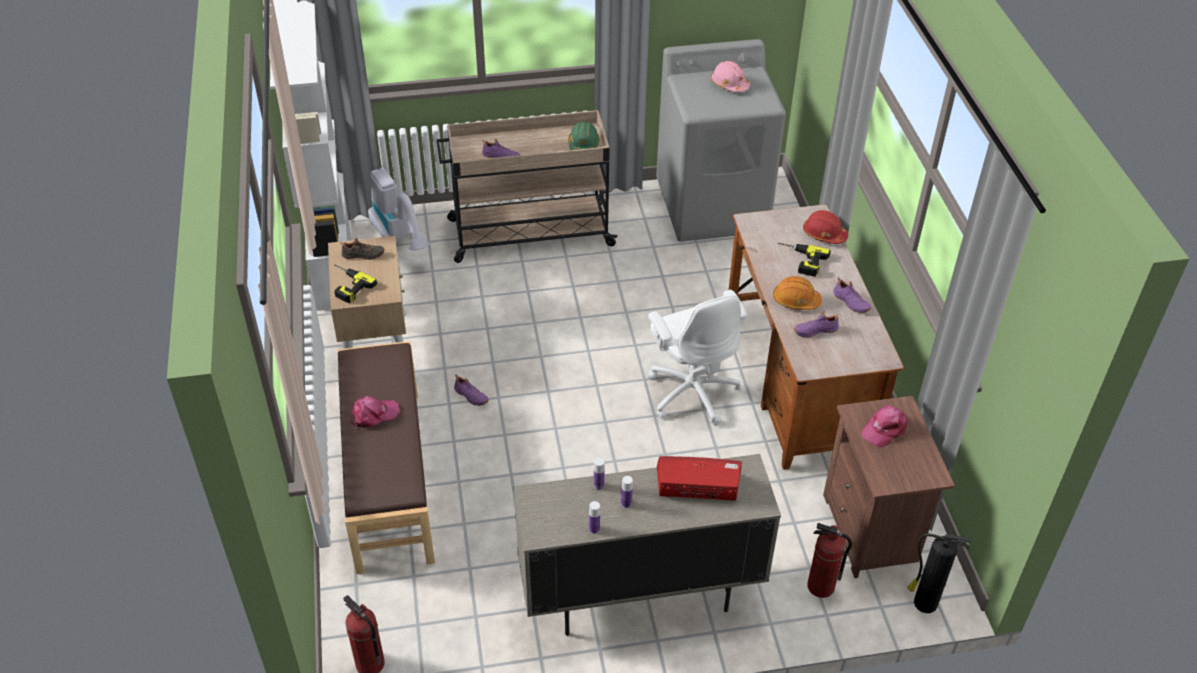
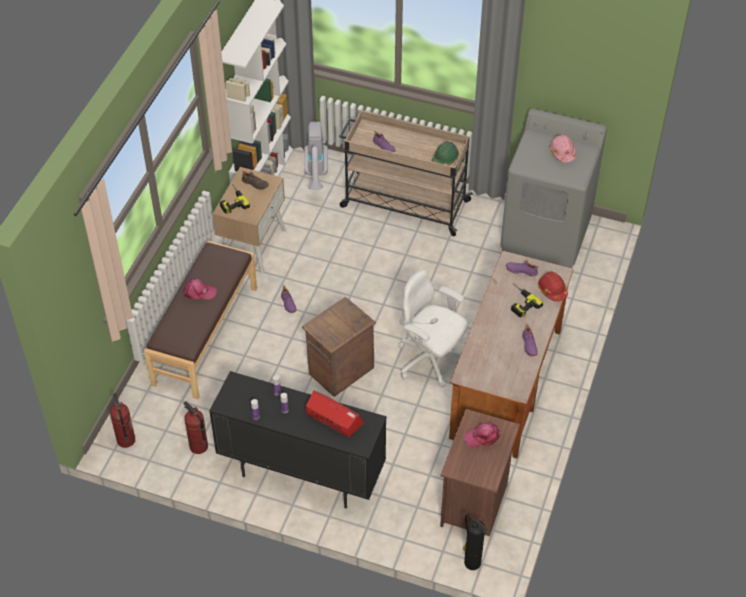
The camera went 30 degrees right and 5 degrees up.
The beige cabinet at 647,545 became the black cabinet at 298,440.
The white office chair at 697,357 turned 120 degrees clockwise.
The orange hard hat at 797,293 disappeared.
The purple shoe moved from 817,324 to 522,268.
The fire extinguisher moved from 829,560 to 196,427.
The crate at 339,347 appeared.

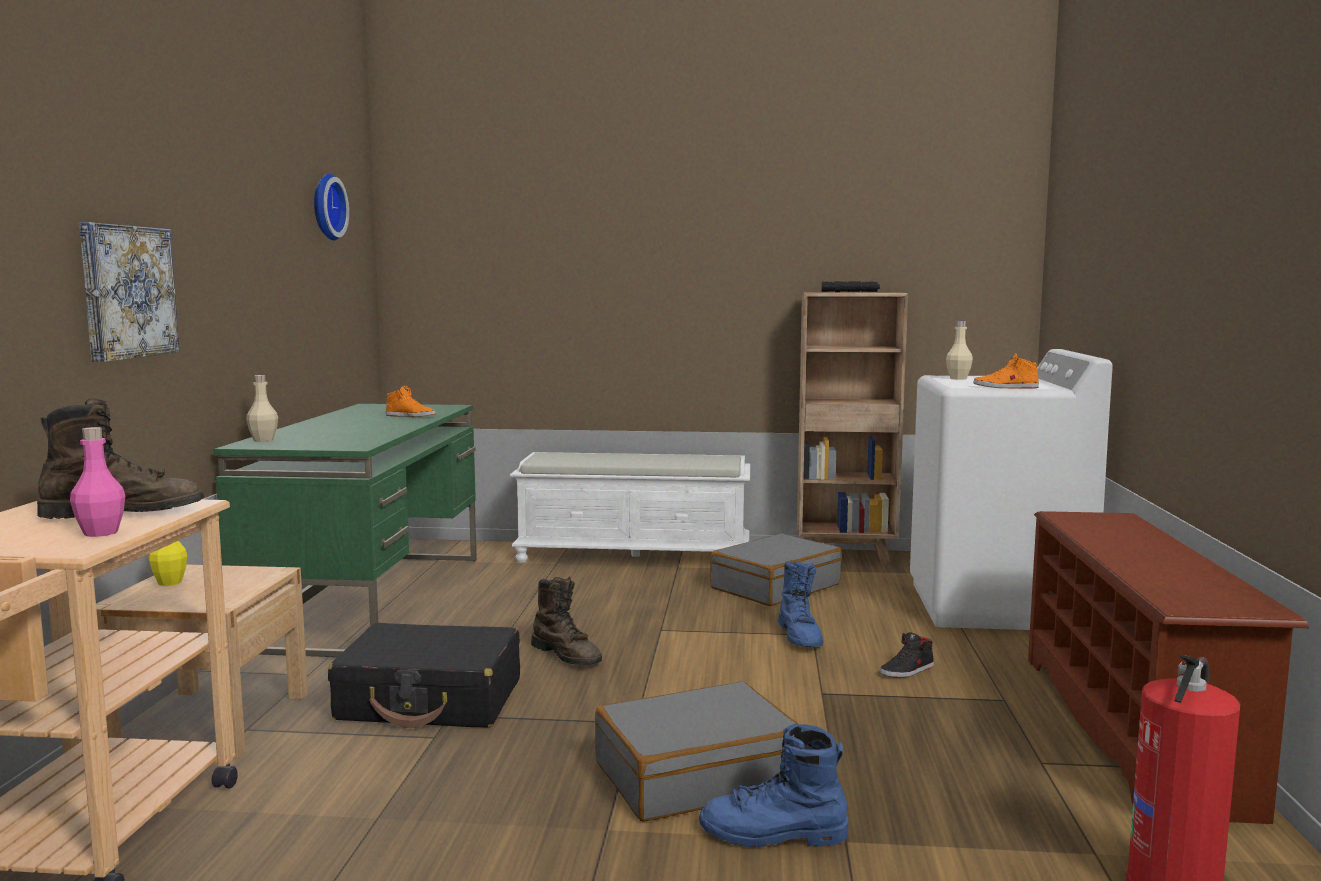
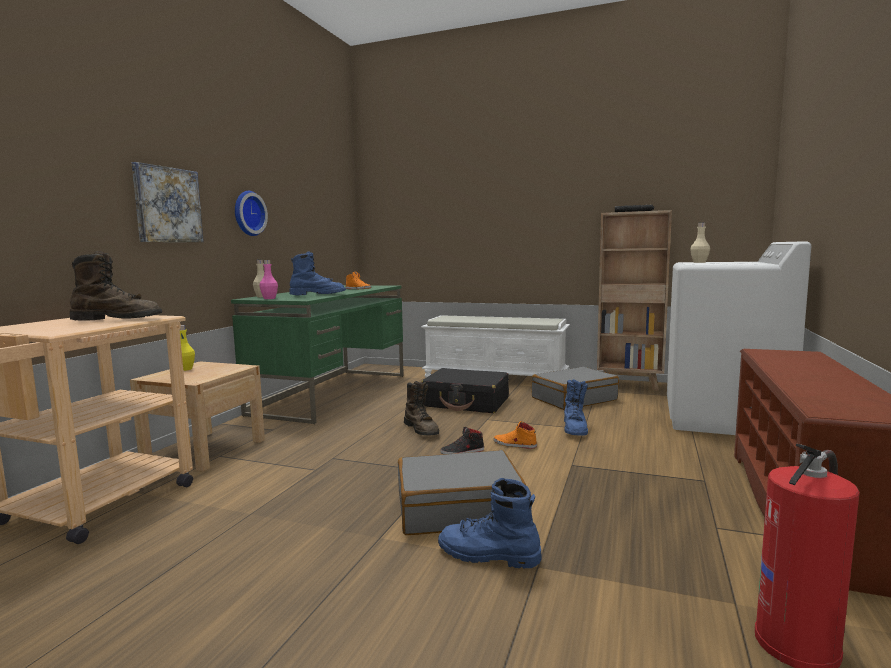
The camera went 15 degrees right and 0 degrees up.
The pink bottle moved from 97,482 to 269,279.
The wall clock moved from 331,207 to 251,213.
The black suitcase moved from 424,675 to 465,390.
The black shoe moved from 907,655 to 462,440.
The orange shoe moved from 1006,370 to 515,435.
The blue boot at 317,273 appeared.

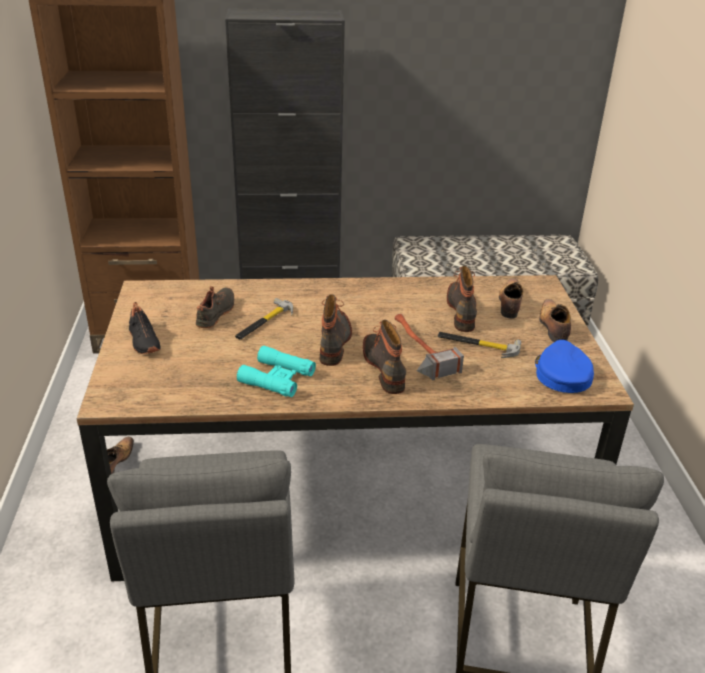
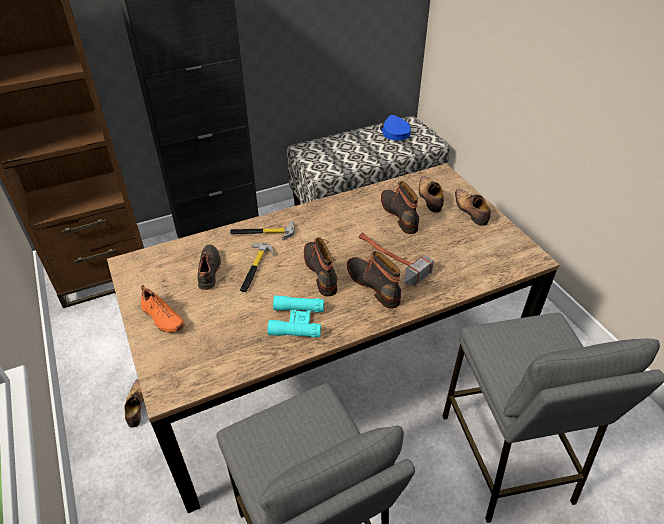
The camera went 20 degrees left and 10 degrees up.
The black shoe at 145,328 became the orange shoe at 163,309.
The hammer moved from 479,345 to 262,230.
The blue cap moved from 564,366 to 395,128.

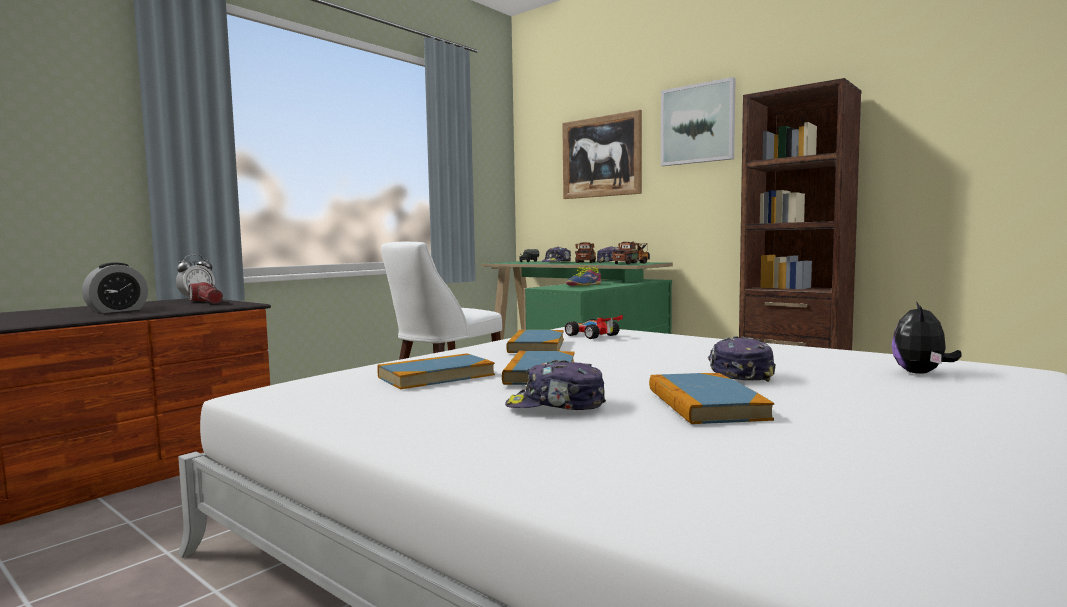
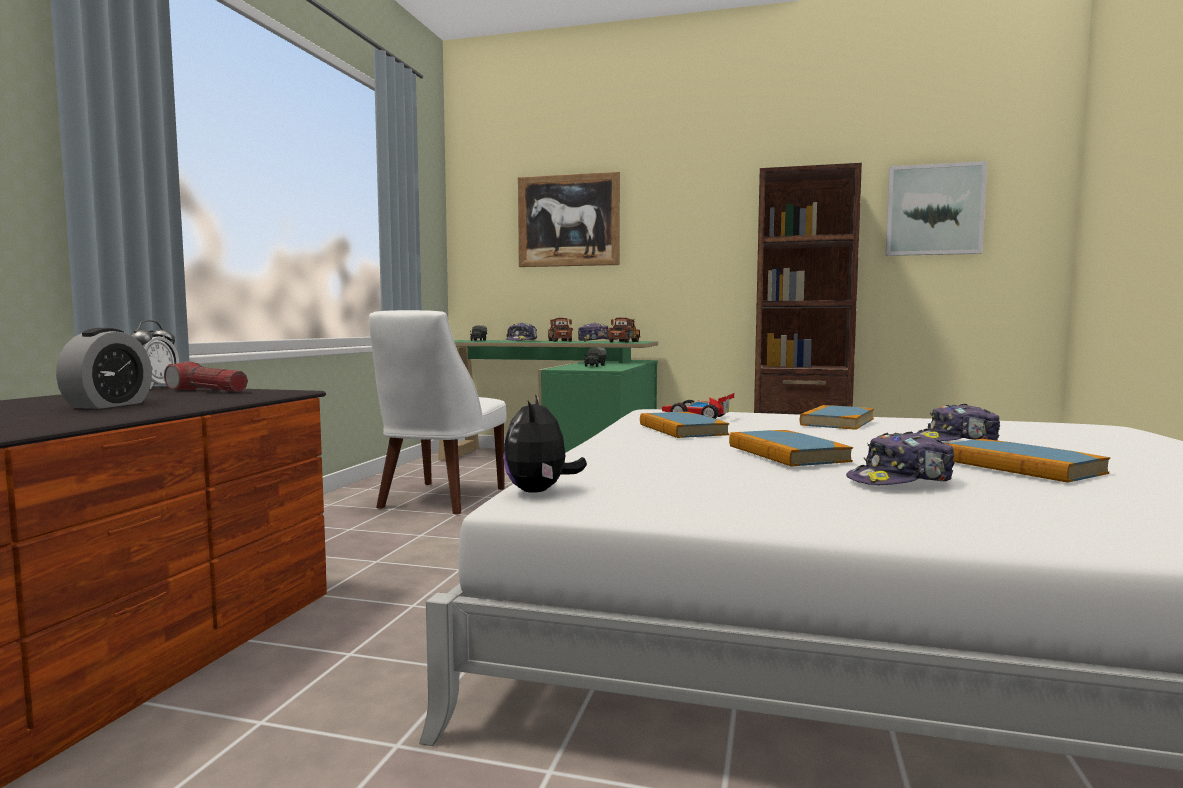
The camera went 25 degrees left and 0 degrees up.
The book moved from 436,371 to 837,417.
The shoe at 583,276 was replaced by the toy truck at 595,357.
The picture moved from 698,121 to 936,208.
The cap at 742,359 turned 75 degrees counterclockwise.
The plush toy moved from 927,337 to 545,444.

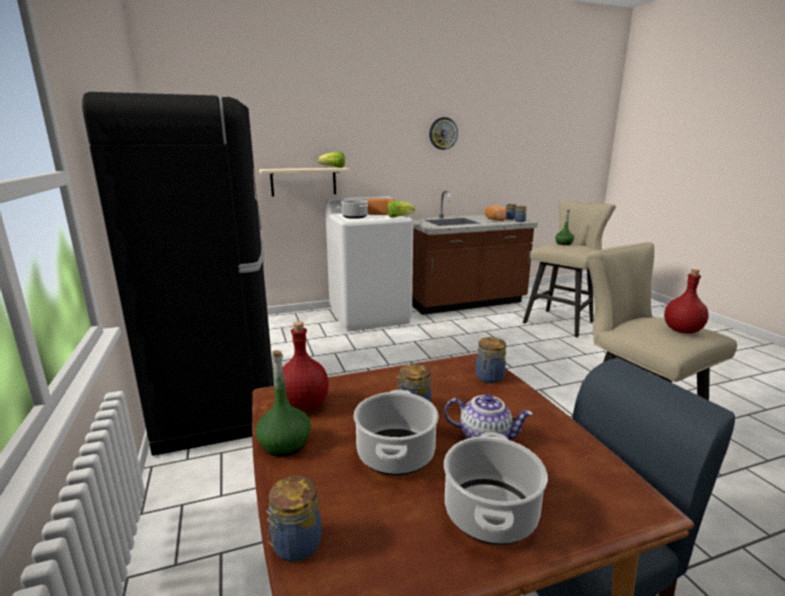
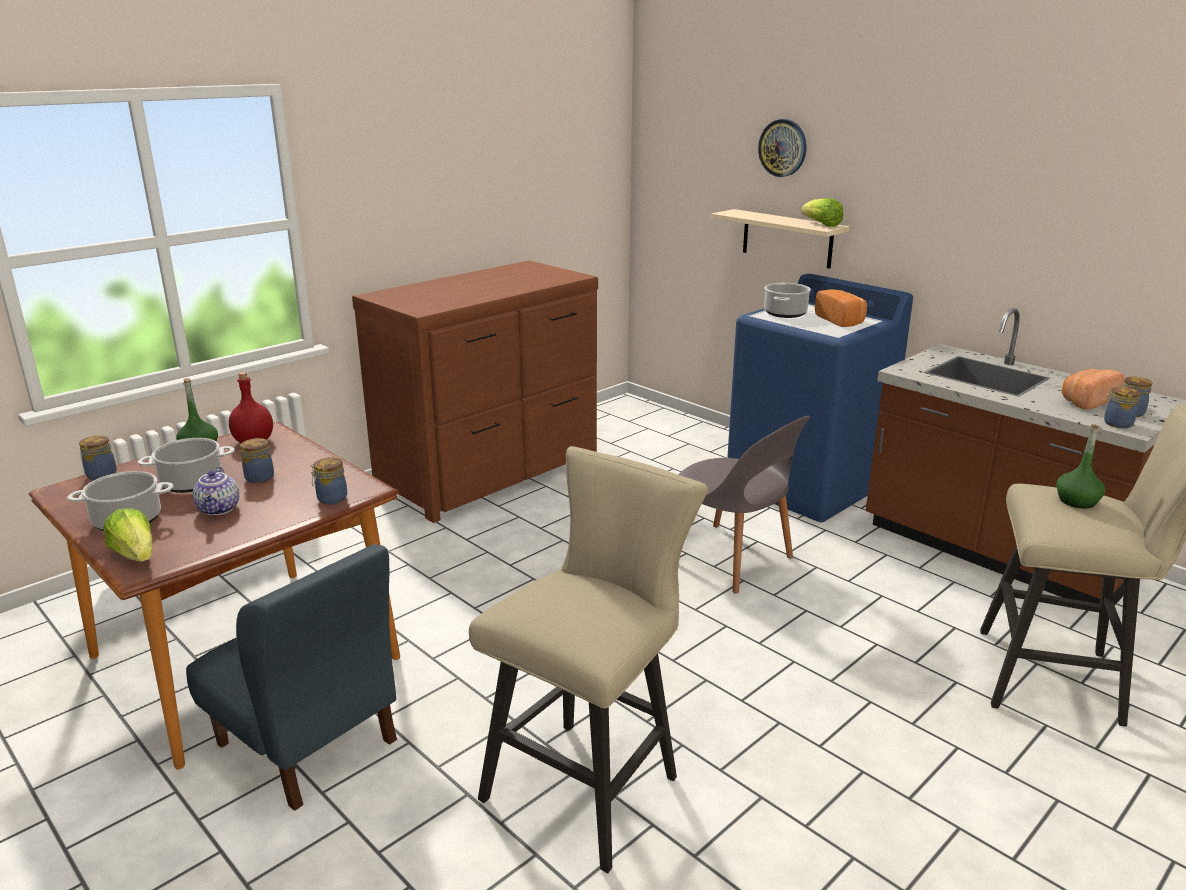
The camera went 65 degrees right and 5 degrees up.
The black fridge at 178,274 was replaced by the brown dresser at 475,392.
The white washing machine at 369,264 became the blue washing machine at 820,397.
The lettuce moved from 401,209 to 127,535.
The wall clock moved from 443,133 to 782,148.
The red bottle at 686,301 disappeared.
The grey chair at 744,504 appeared.

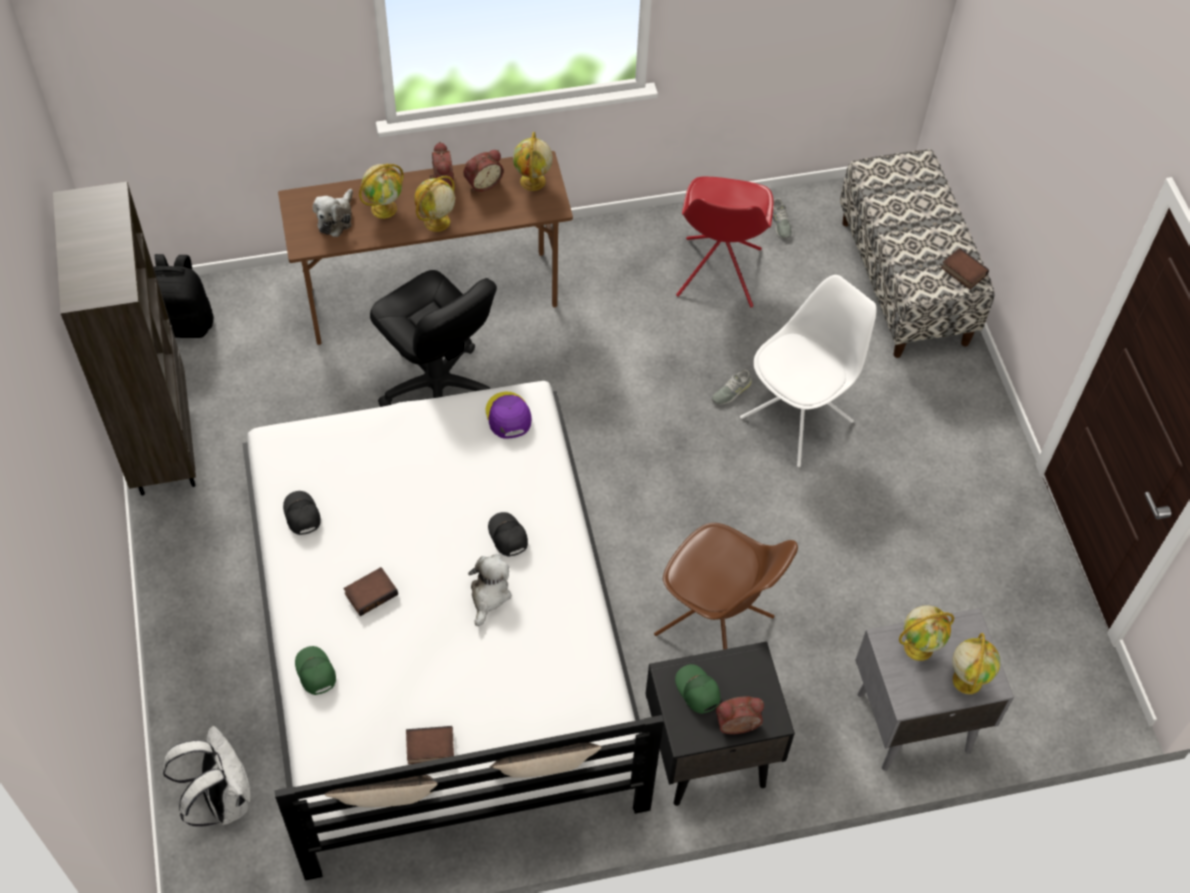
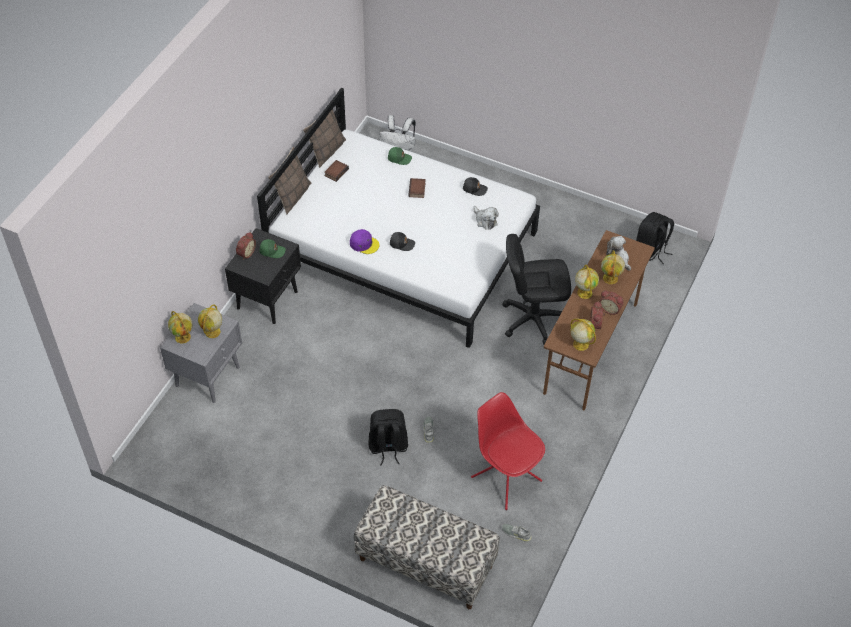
The camera went 130 degrees right and 5 degrees down.
The brown bookcase at 124,339 disappeared.
The plush toy moved from 489,590 to 486,218.
The purple cap moved from 508,415 to 365,241.
The brown chair at 726,586 disappeared.
The white chair at 808,371 was replaced by the black backpack at 388,437.
The book at 965,268 disappeared.

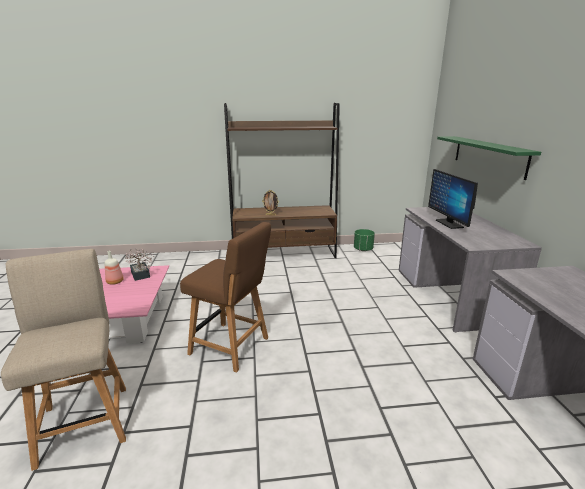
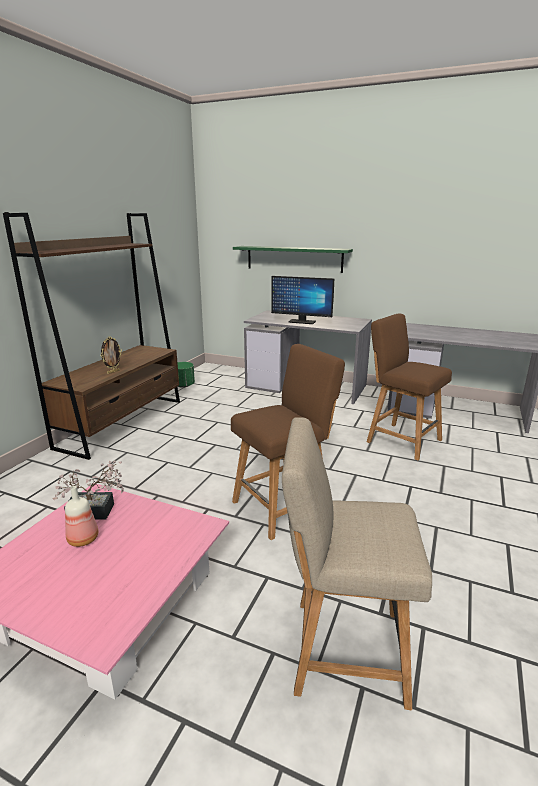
The camera went 60 degrees left and 0 degrees up.
The brown chair at 409,387 appeared.

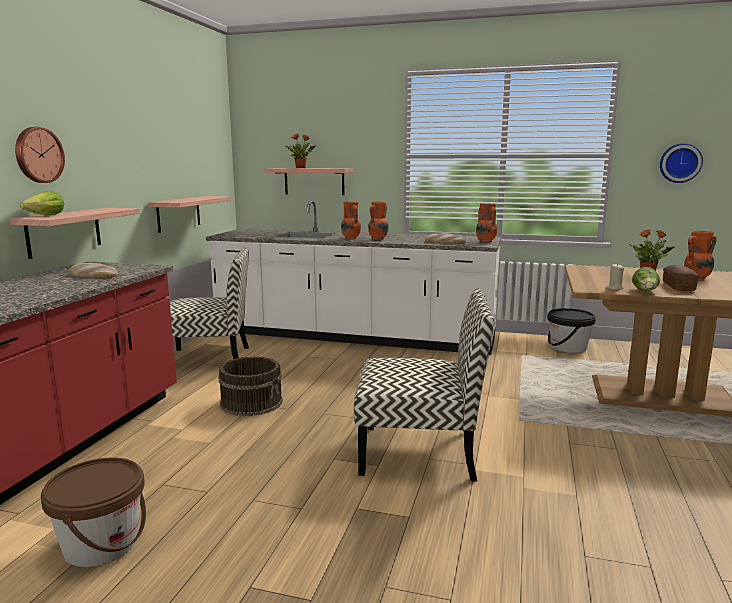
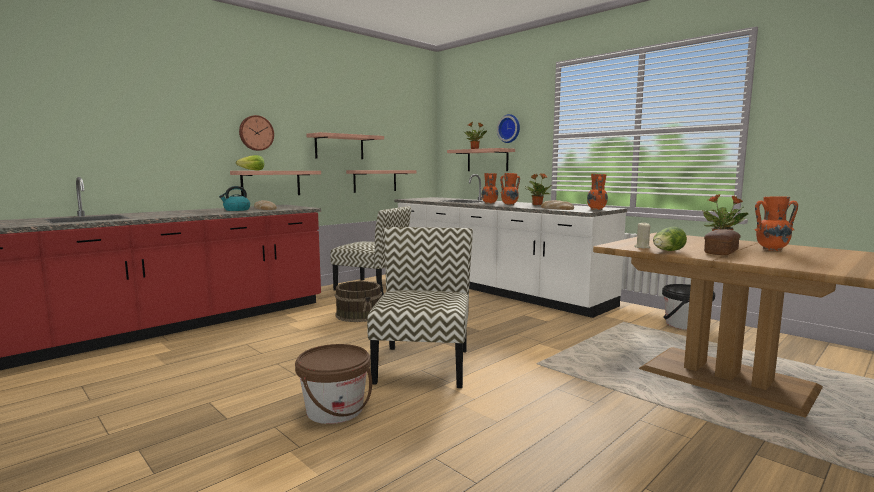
The camera went 30 degrees right and 5 degrees down.
The brown bucket moved from 93,512 to 333,384.
The chair at 424,385 turned 120 degrees counterclockwise.
The wall clock moved from 681,163 to 508,128.
The kettle at 234,198 appeared.
The shelf at 345,145 appeared.
The potted plant at 538,189 appeared.

